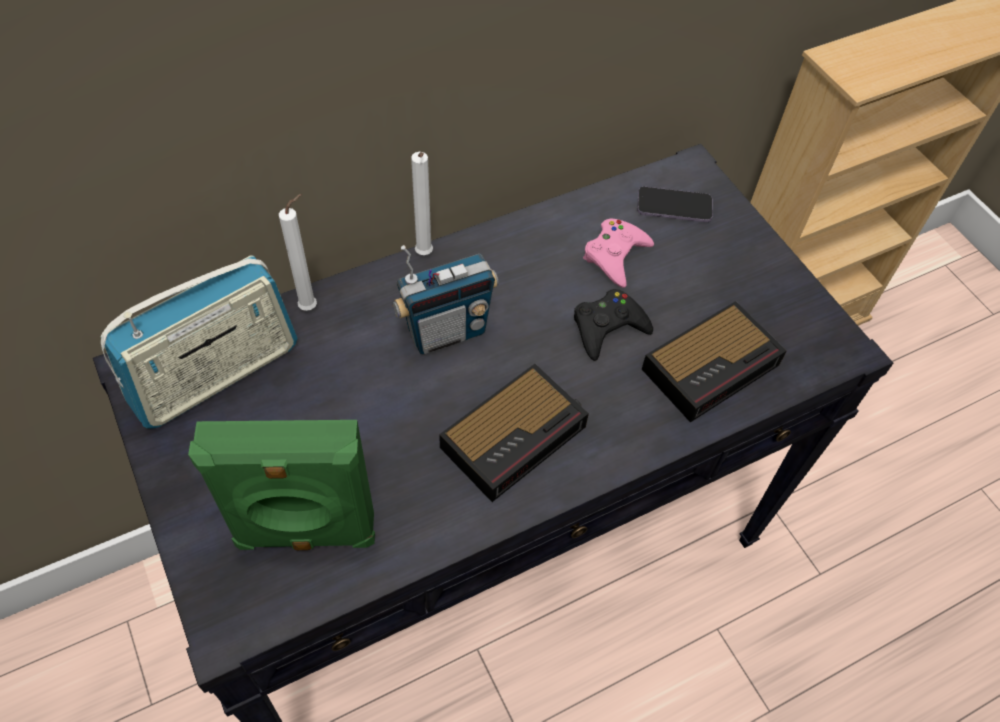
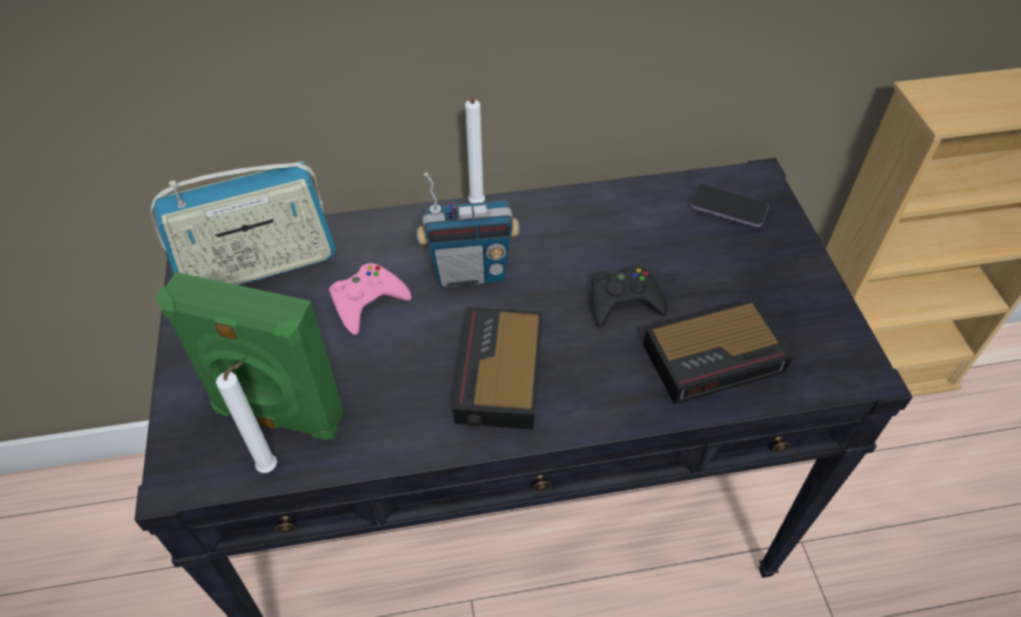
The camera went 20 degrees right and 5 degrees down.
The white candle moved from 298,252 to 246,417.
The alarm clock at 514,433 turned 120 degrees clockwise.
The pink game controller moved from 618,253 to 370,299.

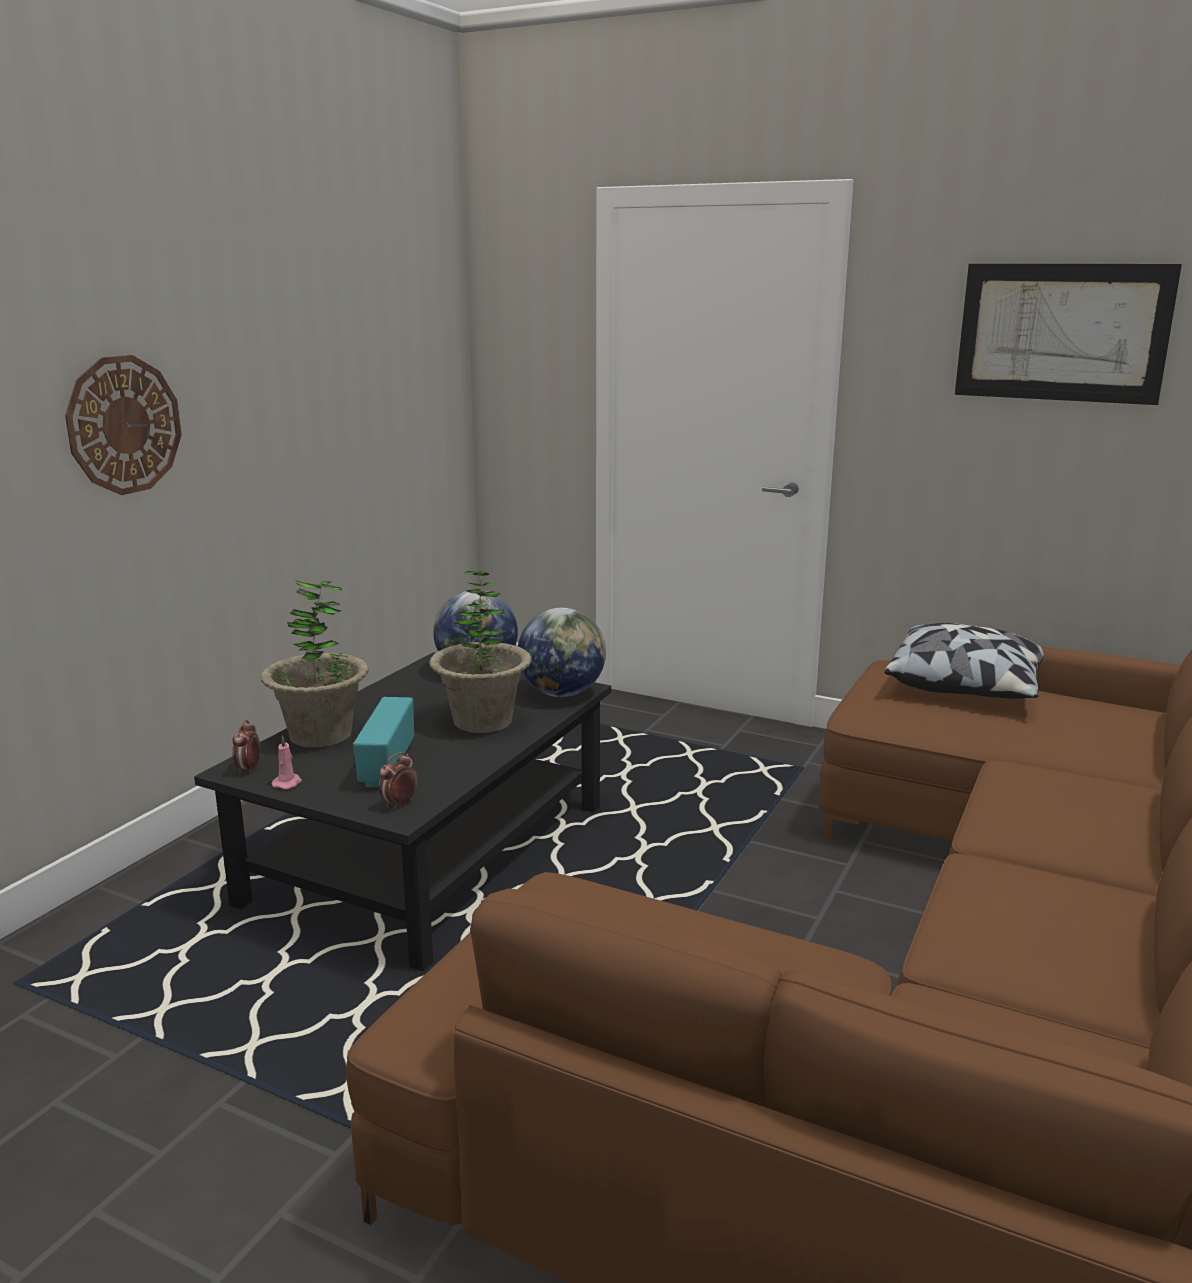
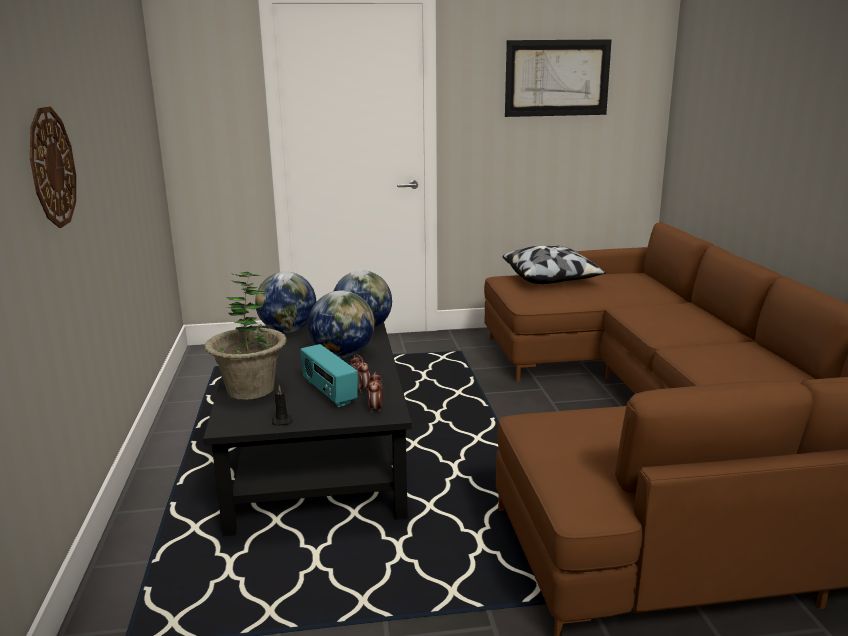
The camera went 35 degrees left and 0 degrees up.
The alarm clock moved from 246,747 to 360,373.
The pink candle at 287,762 became the black candle at 282,405.
The potted plant at 480,652 was replaced by the globe at 341,324.

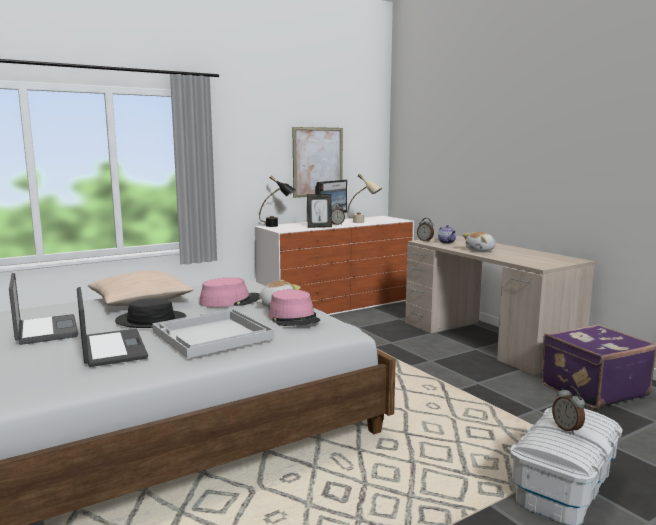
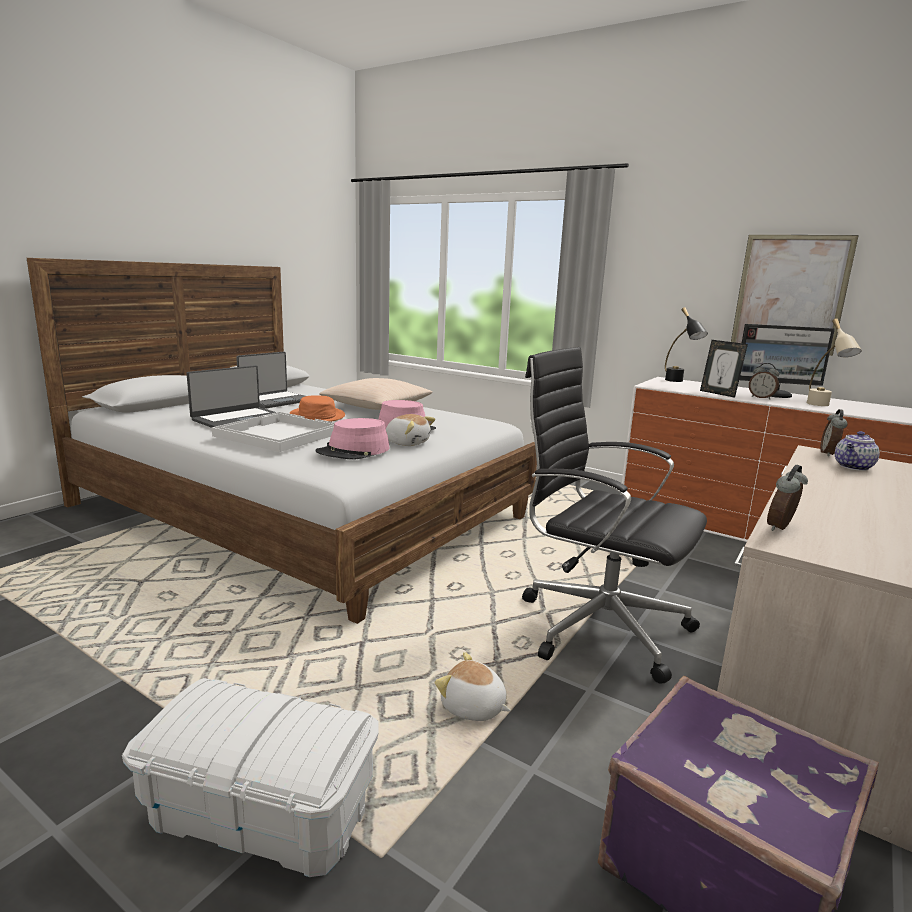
The camera went 65 degrees right and 5 degrees up.
The black hat at 150,313 became the orange hat at 317,408.
The plush toy moved from 479,242 to 473,686.
The alarm clock moved from 568,410 to 787,498.
The black office chair at 614,515 appeared.

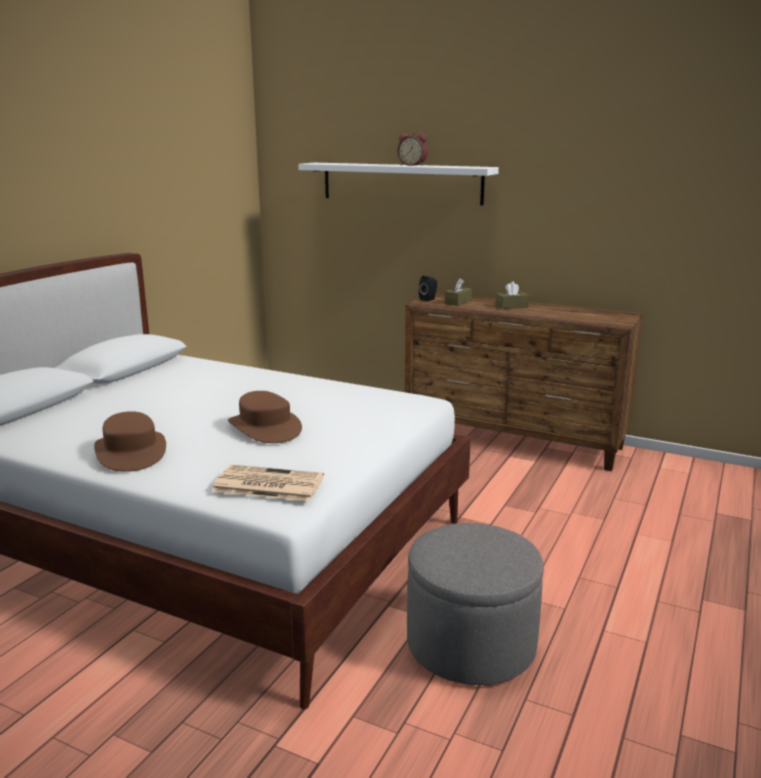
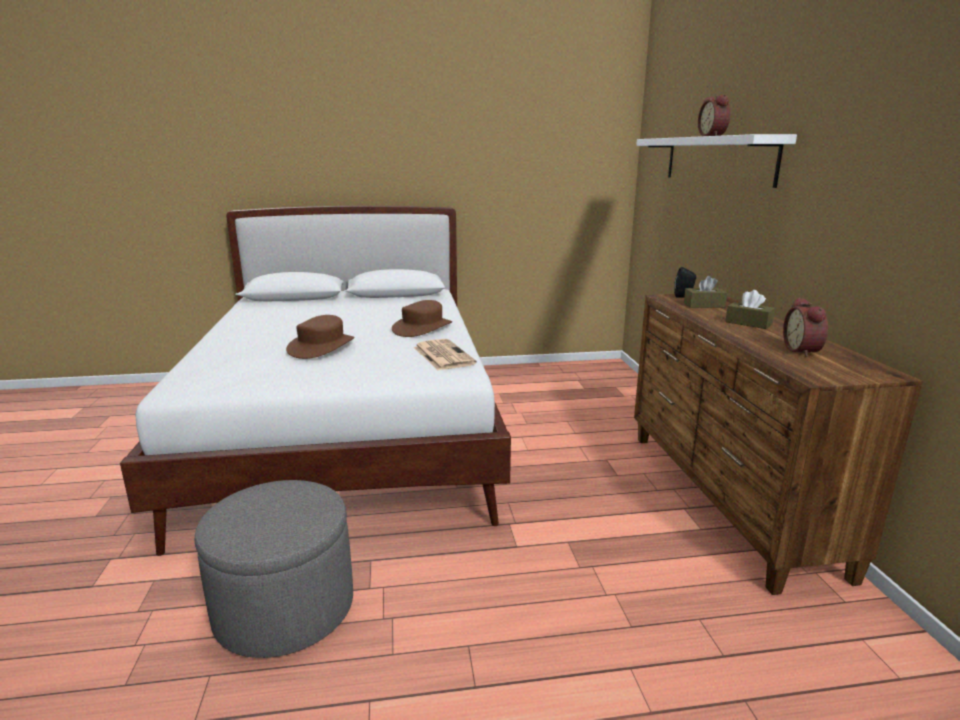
The camera went 55 degrees right and 0 degrees up.
The brown hat moved from 130,441 to 422,318.
The newspaper moved from 267,483 to 445,354.
The alarm clock at 805,327 appeared.

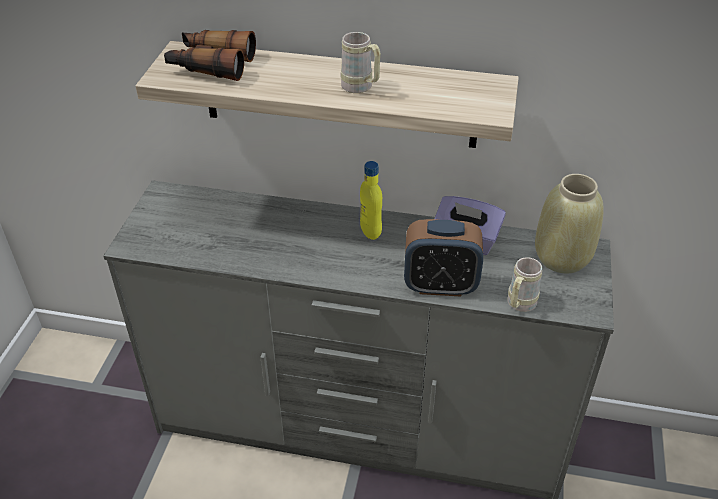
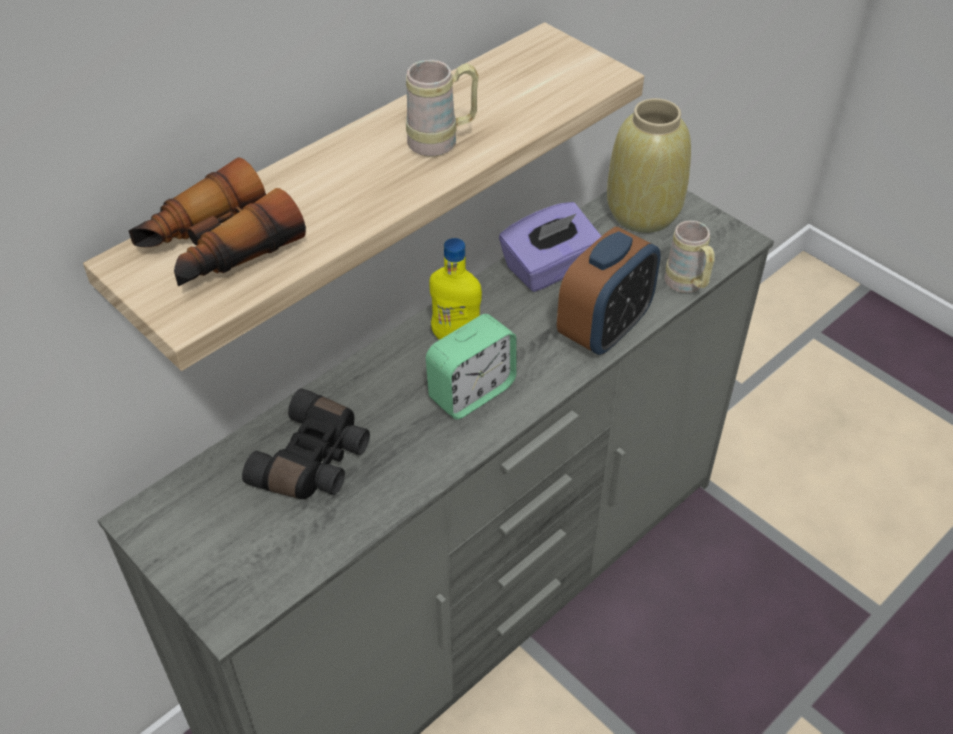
The camera went 55 degrees left and 5 degrees up.
The black binoculars at 306,443 appeared.
The alarm clock at 471,366 appeared.

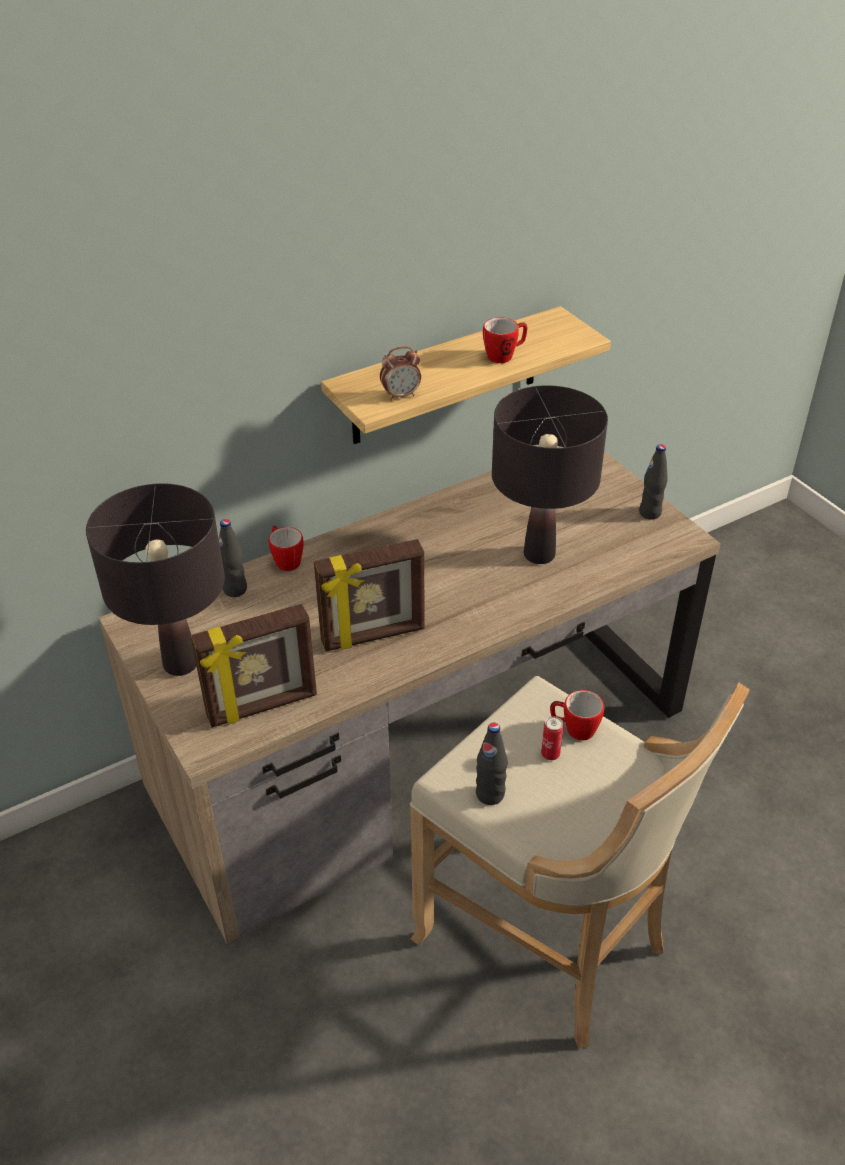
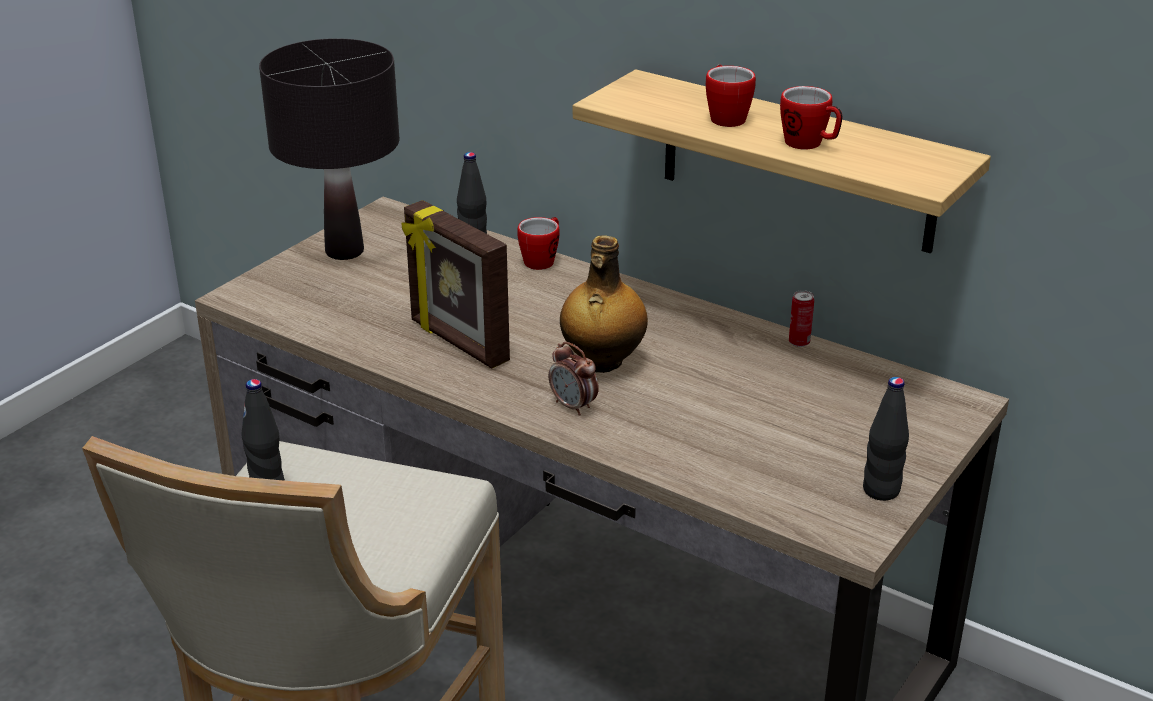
The camera went 65 degrees right and 10 degrees down.
The picture frame at 254,666 disappeared.
The alarm clock moved from 400,373 to 574,379.
The black table lamp at 550,474 disappeared.
The can moved from 552,738 to 801,318.
The mug moved from 577,715 to 731,96.
The bottle at 604,304 appeared.

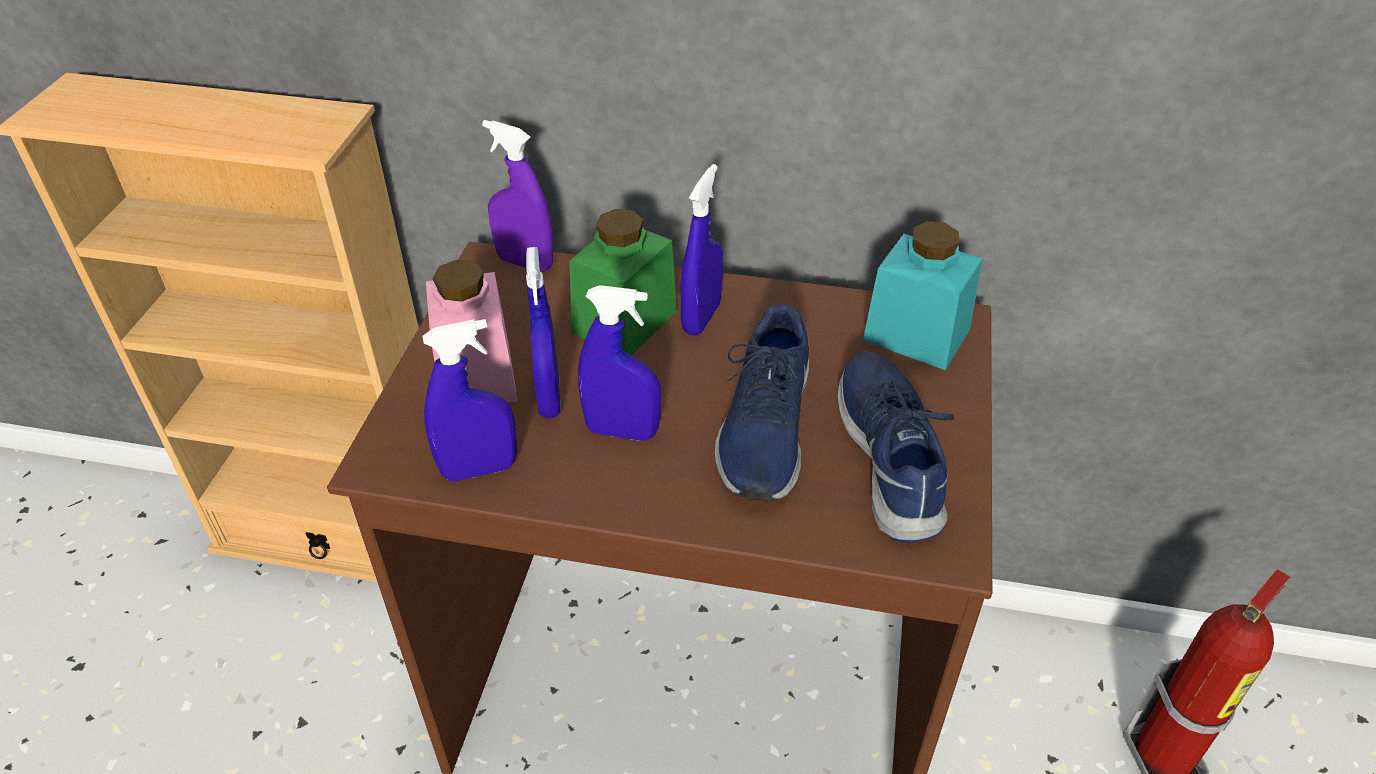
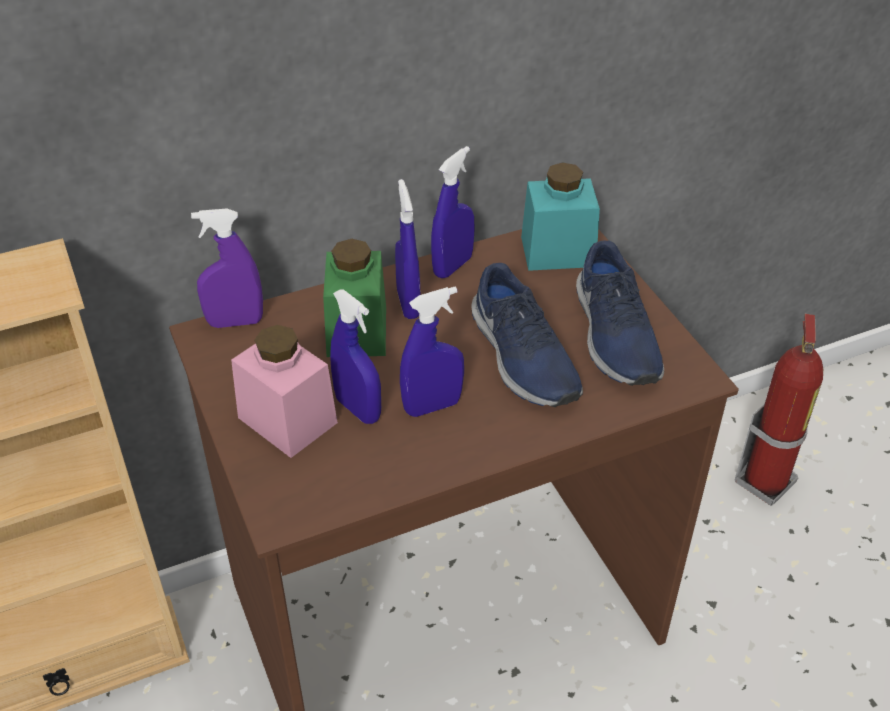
The camera went 35 degrees left and 0 degrees up.
The blue spray bottle moved from 470,400 to 452,212.
The blue shoe at 896,446 turned 150 degrees counterclockwise.

